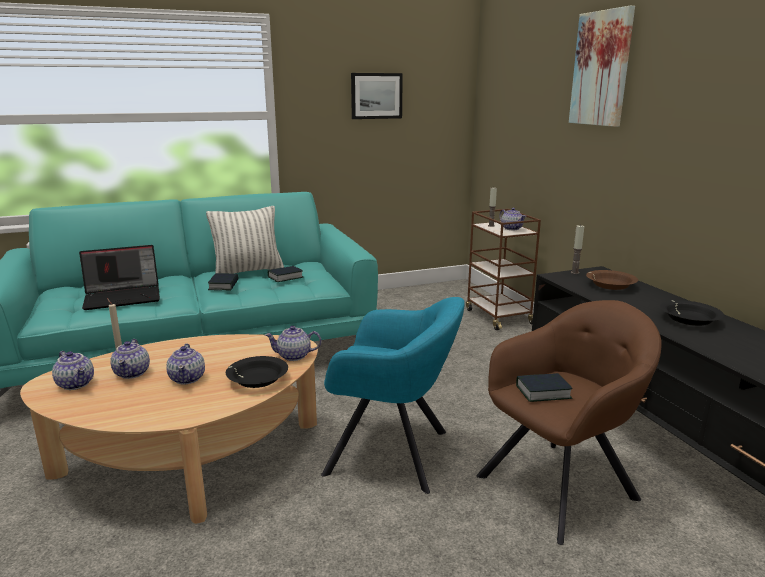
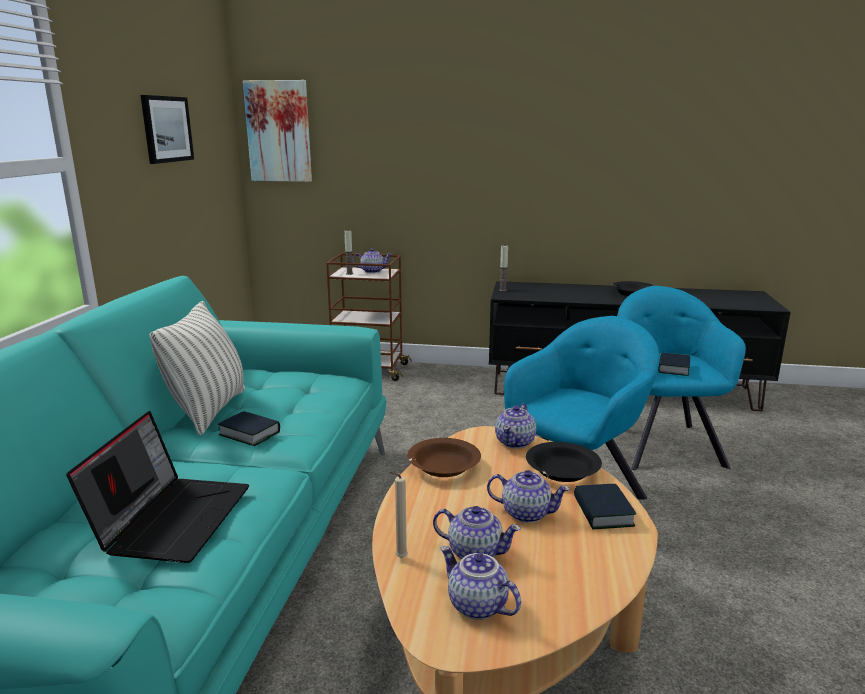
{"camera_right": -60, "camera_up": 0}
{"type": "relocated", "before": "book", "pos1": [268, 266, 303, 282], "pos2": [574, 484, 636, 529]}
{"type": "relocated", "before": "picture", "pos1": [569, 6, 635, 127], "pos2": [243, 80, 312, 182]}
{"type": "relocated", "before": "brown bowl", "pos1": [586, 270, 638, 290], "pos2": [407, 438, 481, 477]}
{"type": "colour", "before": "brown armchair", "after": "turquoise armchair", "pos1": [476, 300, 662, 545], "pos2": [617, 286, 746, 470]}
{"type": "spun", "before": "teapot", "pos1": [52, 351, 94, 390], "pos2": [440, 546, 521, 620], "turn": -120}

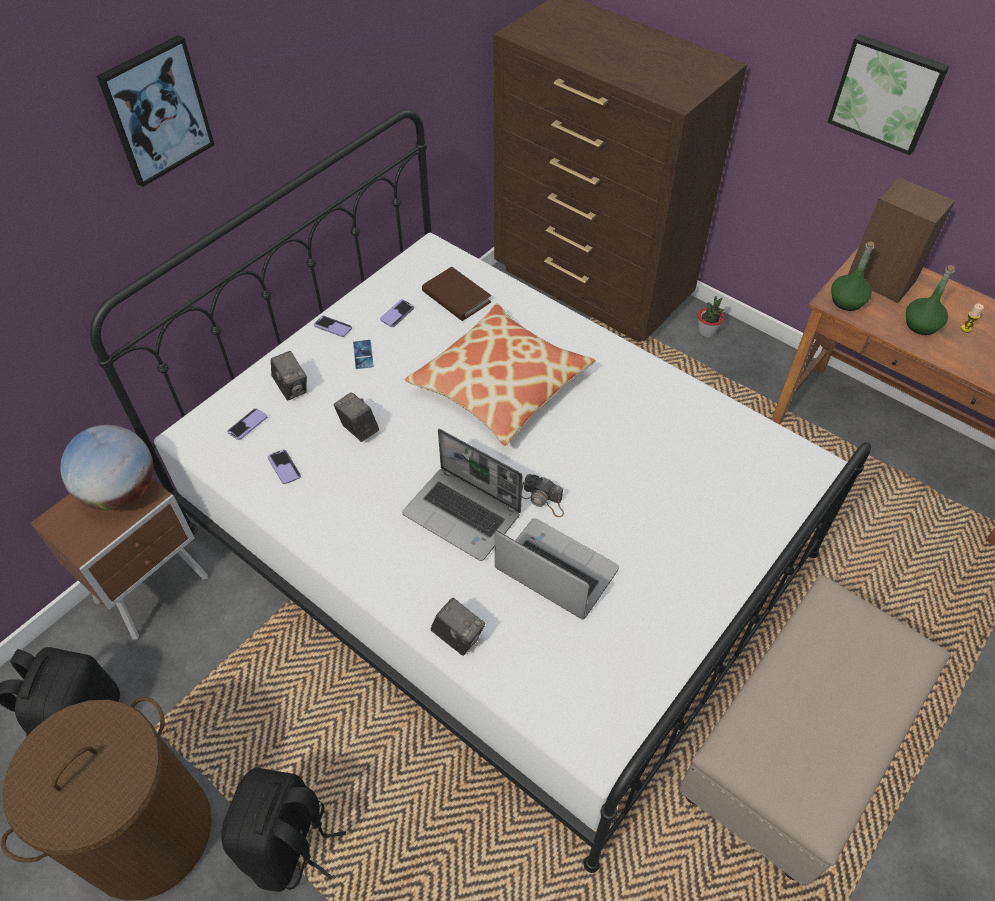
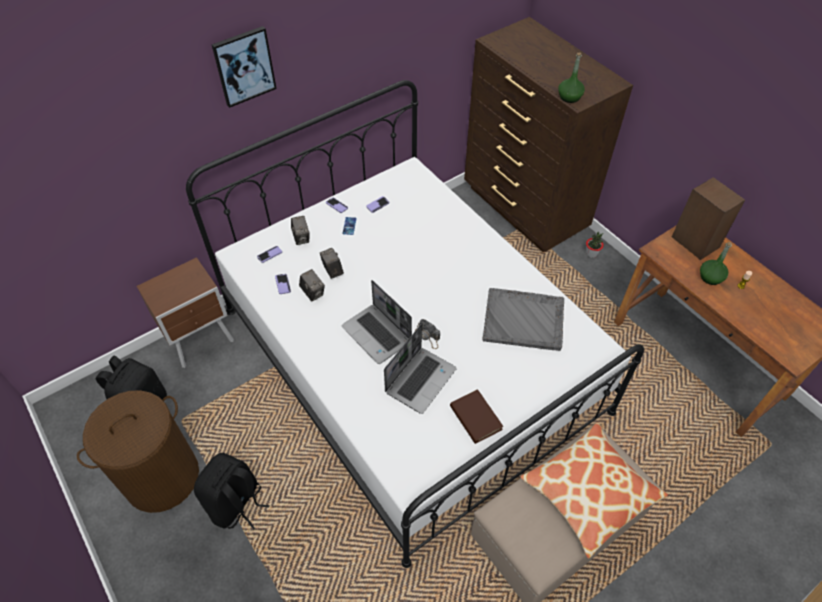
{"camera_right": 15, "camera_up": 0}
{"type": "missing", "before": "globe", "pos1": [60, 425, 153, 510]}
{"type": "missing", "before": "picture", "pos1": [827, 34, 949, 155]}
{"type": "appeared", "after": "grey tray", "pos2": [482, 288, 564, 351]}
{"type": "relocated", "before": "pillow", "pos1": [405, 304, 596, 446], "pos2": [520, 422, 668, 558]}
{"type": "relocated", "before": "brown book", "pos1": [422, 267, 491, 321], "pos2": [450, 389, 503, 444]}
{"type": "relocated", "before": "photo camera", "pos1": [431, 598, 485, 656], "pos2": [299, 269, 325, 301]}
{"type": "relocated", "before": "green bottle", "pos1": [831, 241, 875, 311], "pos2": [558, 52, 585, 103]}
{"type": "spun", "before": "laptop", "pos1": [495, 518, 619, 620], "pos2": [384, 324, 457, 414], "turn": 75}

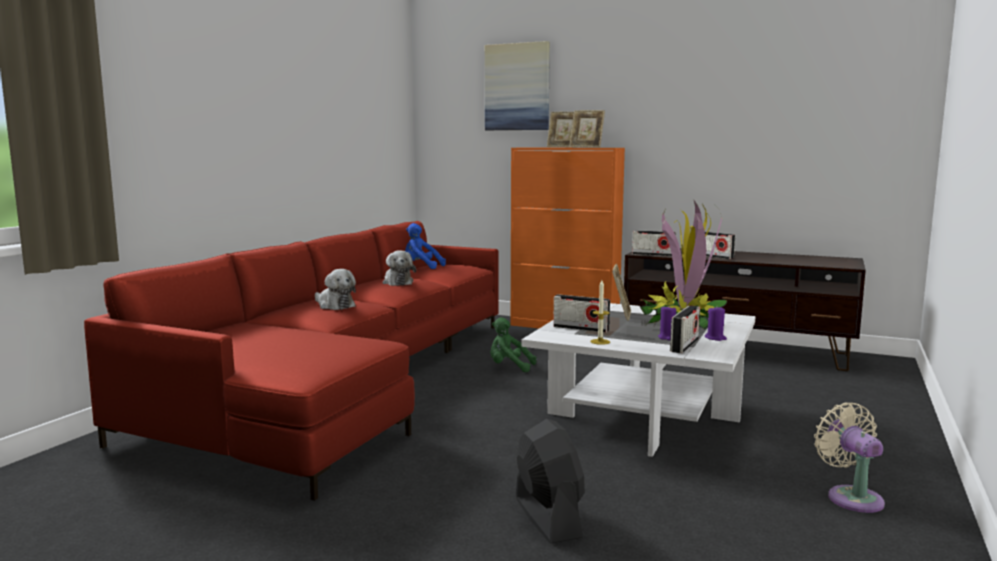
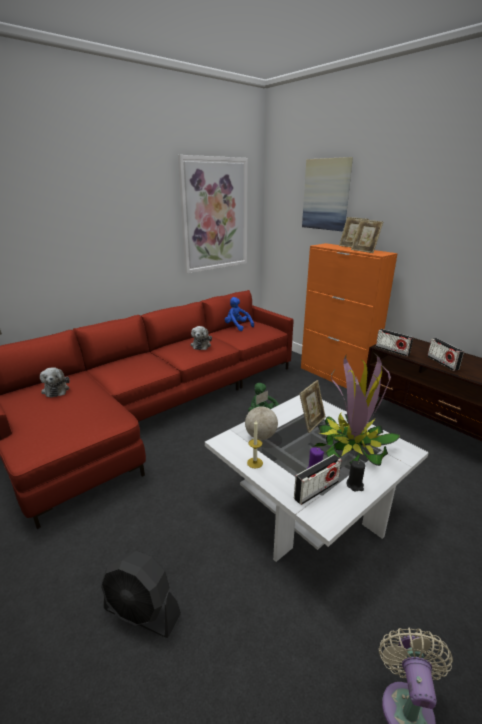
{"camera_right": 25, "camera_up": 15}
{"type": "appeared", "after": "picture", "pos2": [178, 155, 248, 274]}
{"type": "relocated", "before": "plush toy", "pos1": [315, 269, 356, 310], "pos2": [40, 367, 70, 398]}
{"type": "exchanged", "before": "radio", "after": "globe", "pos1": [553, 294, 610, 333], "pos2": [245, 391, 278, 440]}
{"type": "colour", "before": "purple candle", "after": "black candle", "pos1": [705, 307, 727, 341], "pos2": [347, 460, 365, 492]}
{"type": "spun", "before": "black fan", "pos1": [516, 419, 585, 543], "pos2": [101, 551, 181, 638], "turn": 105}

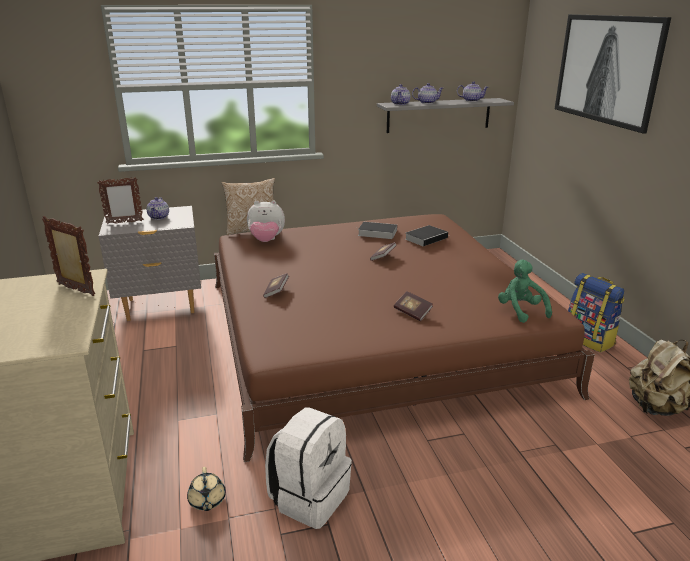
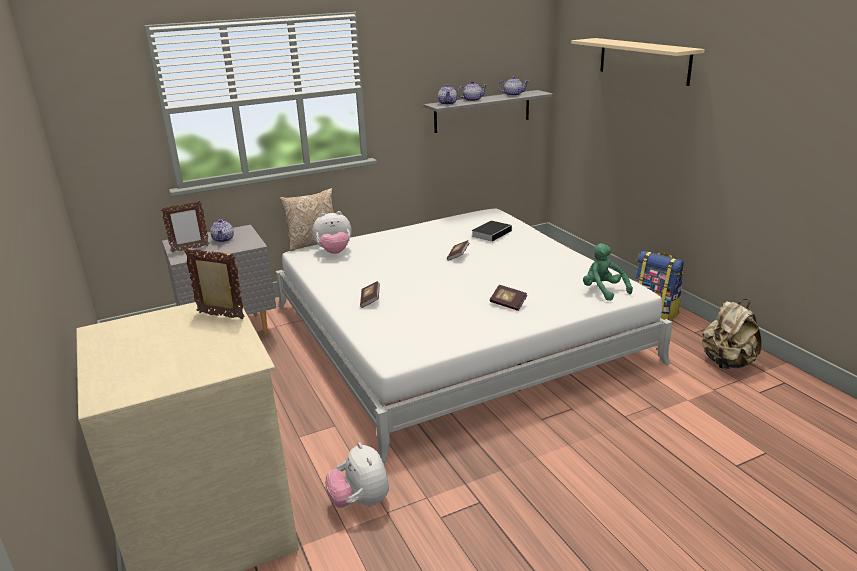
{"camera_right": -10, "camera_up": 0}
{"type": "missing", "before": "white backpack", "pos1": [265, 407, 352, 529]}
{"type": "missing", "before": "book", "pos1": [358, 222, 397, 239]}
{"type": "exchanged", "before": "beige teapot", "after": "plush toy", "pos1": [187, 467, 226, 511], "pos2": [326, 442, 389, 508]}
{"type": "exchanged", "before": "picture", "after": "beige shelf", "pos1": [555, 14, 671, 134], "pos2": [571, 38, 705, 86]}
{"type": "colour", "before": "brown bed", "after": "white bed", "pos1": [214, 214, 595, 462], "pos2": [276, 209, 673, 463]}

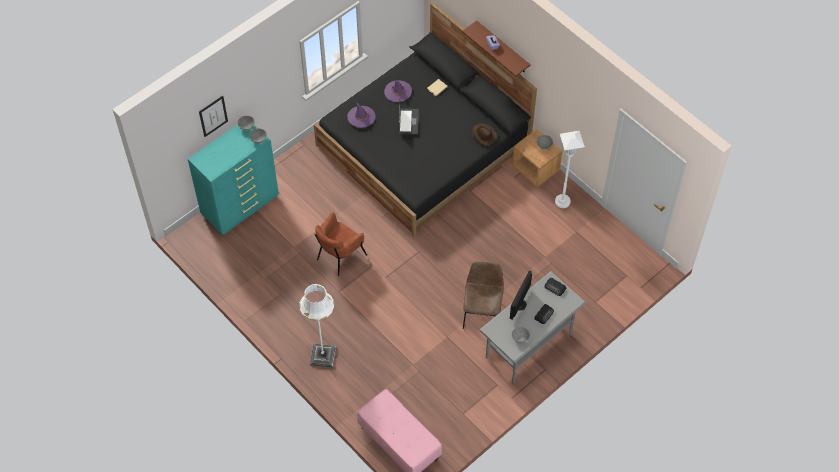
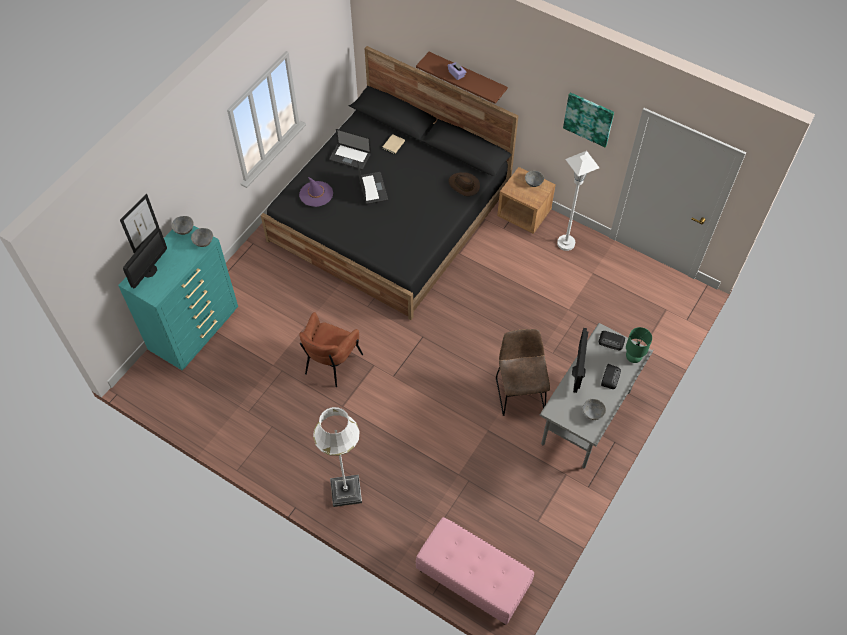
{"camera_right": -15, "camera_up": 0}
{"type": "appeared", "after": "monitor", "pos2": [123, 228, 167, 289]}
{"type": "appeared", "after": "picture", "pos2": [563, 92, 614, 147]}
{"type": "appeared", "after": "green table lamp", "pos2": [626, 327, 652, 363]}
{"type": "exchanged", "before": "purple hat", "after": "laptop", "pos1": [384, 80, 412, 102], "pos2": [329, 129, 371, 170]}

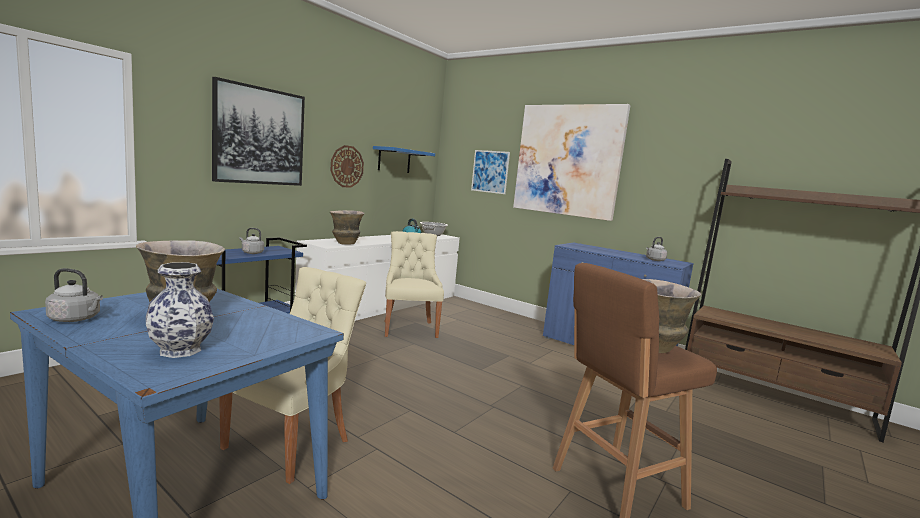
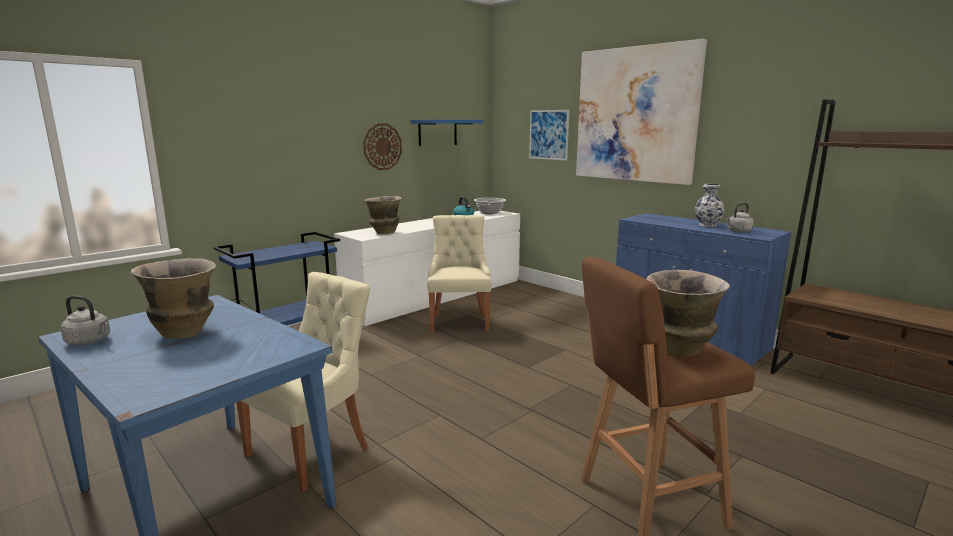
{"camera_right": 10, "camera_up": 5}
{"type": "missing", "before": "picture", "pos1": [212, 77, 305, 186]}
{"type": "missing", "before": "grey kettle", "pos1": [239, 228, 264, 254]}
{"type": "relocated", "before": "vase", "pos1": [146, 262, 214, 358], "pos2": [695, 184, 724, 227]}

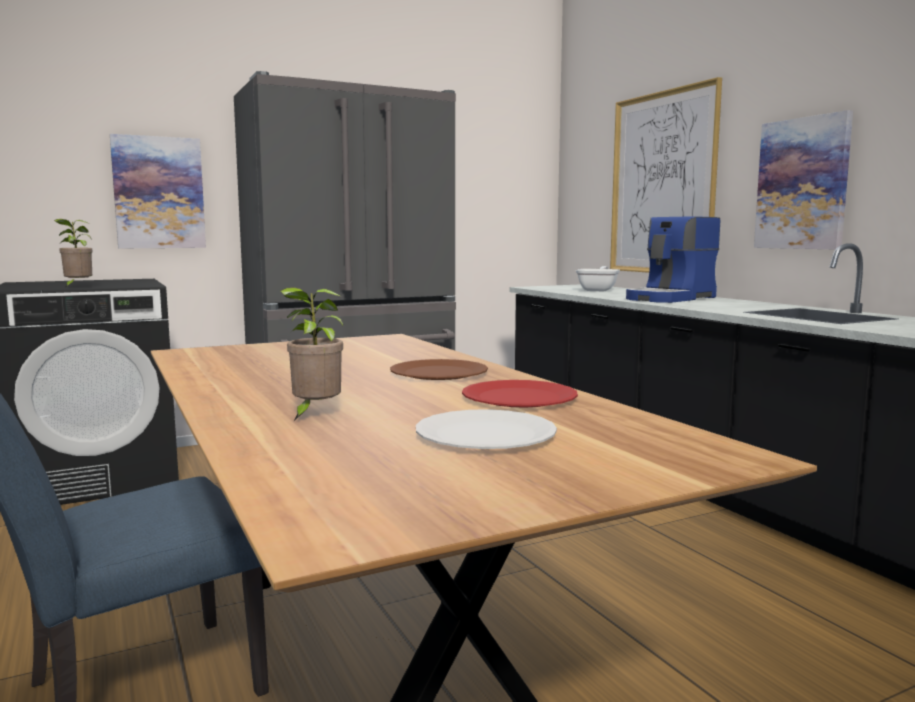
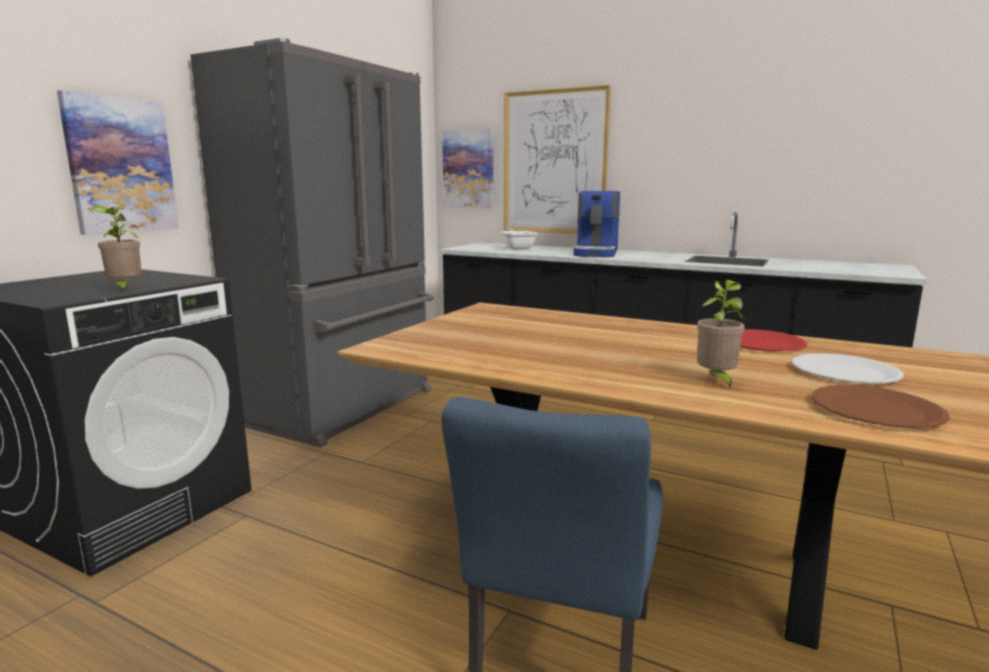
{"camera_right": -35, "camera_up": 5}
{"type": "relocated", "before": "brown plate", "pos1": [390, 359, 488, 380], "pos2": [812, 385, 950, 428]}
{"type": "relocated", "before": "picture", "pos1": [754, 110, 853, 250], "pos2": [442, 130, 493, 208]}

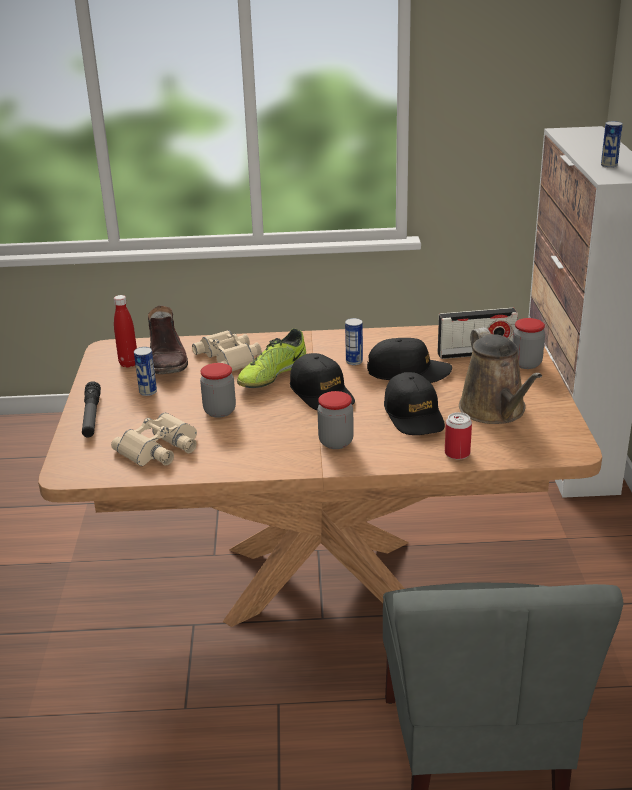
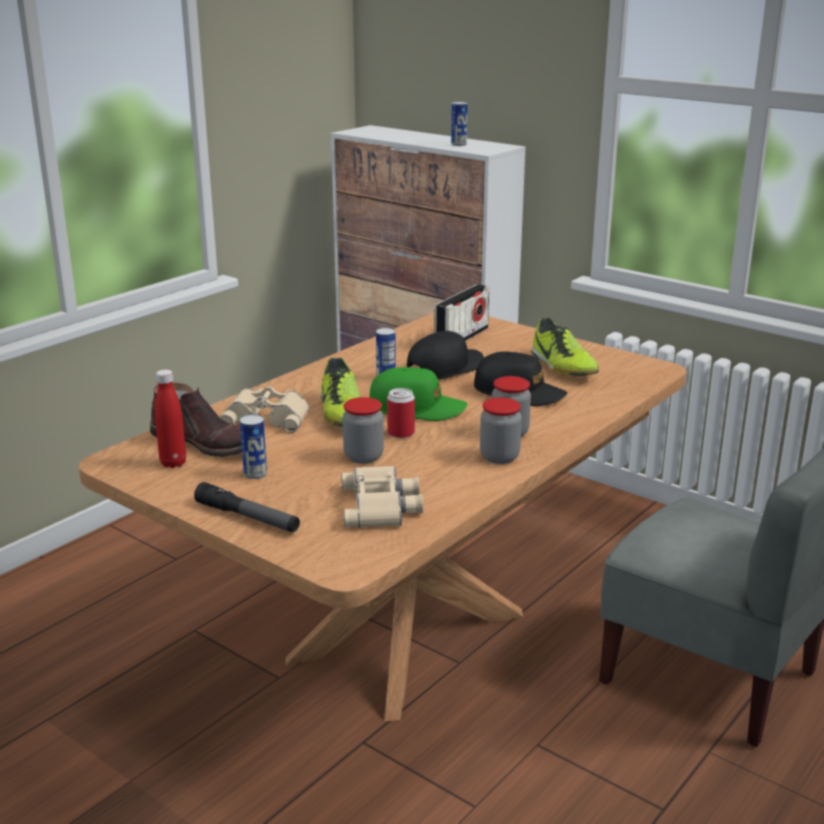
{"camera_right": -50, "camera_up": -5}
{"type": "relocated", "before": "can", "pos1": [445, 412, 472, 459], "pos2": [387, 388, 415, 438]}
{"type": "relocated", "before": "jar", "pos1": [512, 318, 545, 369], "pos2": [480, 397, 522, 464]}
{"type": "exchanged", "before": "brown watering can", "after": "shoe", "pos1": [459, 327, 542, 424], "pos2": [531, 318, 599, 376]}
{"type": "colour", "before": "black cap", "after": "green cap", "pos1": [290, 353, 355, 410], "pos2": [369, 367, 467, 421]}

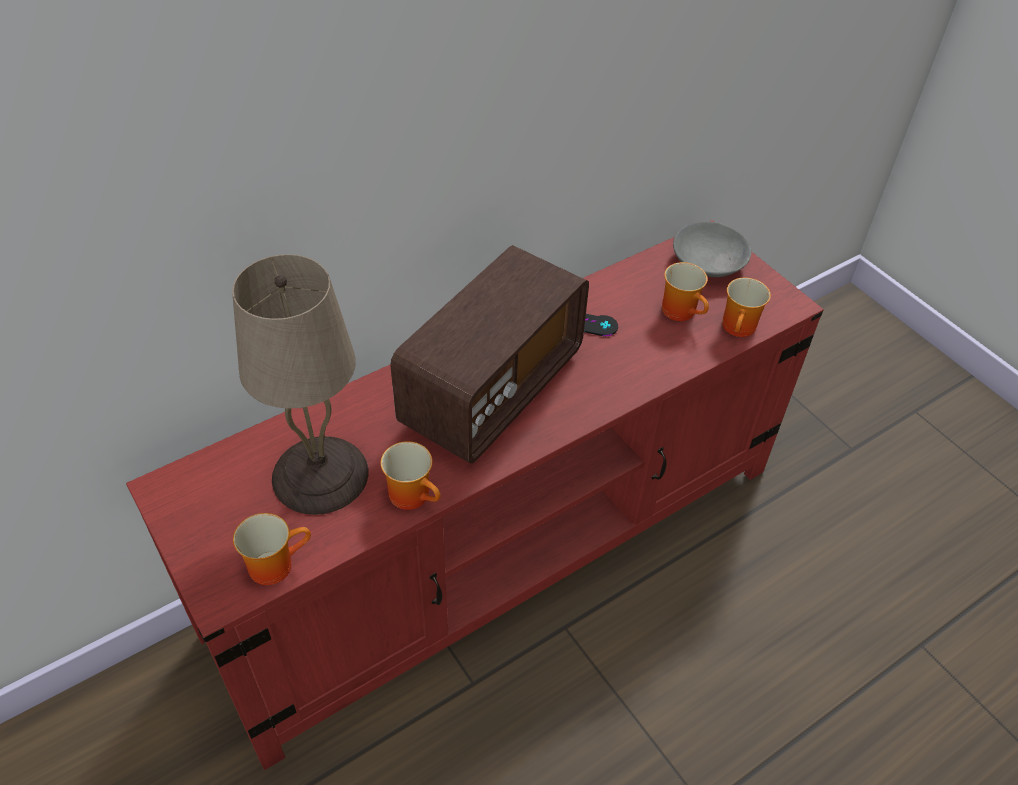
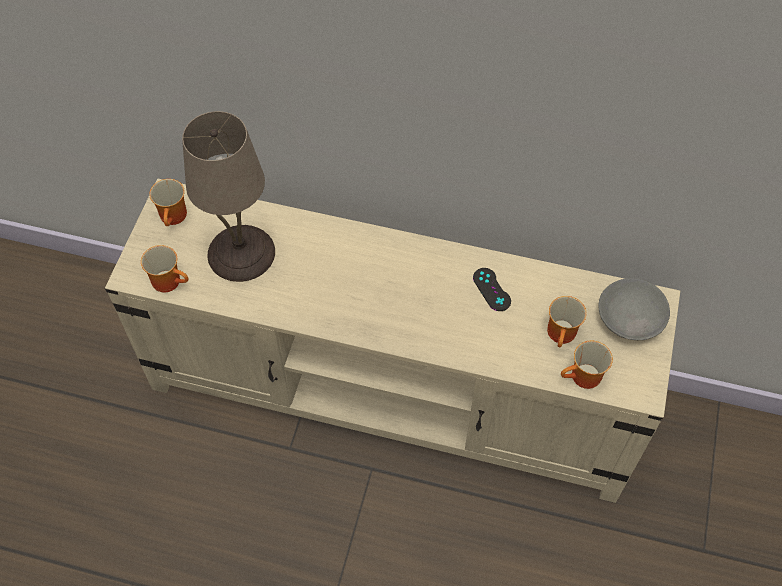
{"camera_right": 50, "camera_up": 10}
{"type": "missing", "before": "radio", "pos1": [390, 245, 589, 463]}
{"type": "relocated", "before": "mug", "pos1": [381, 441, 441, 510], "pos2": [149, 179, 187, 226]}
{"type": "colour", "before": "red tv stand", "after": "beige tv stand", "pos1": [126, 220, 824, 770], "pos2": [105, 178, 680, 503]}

